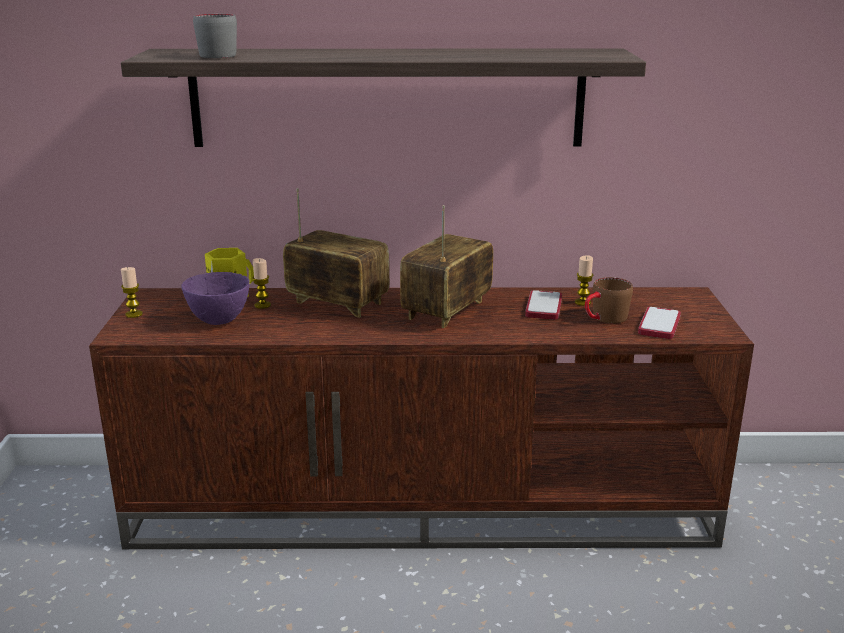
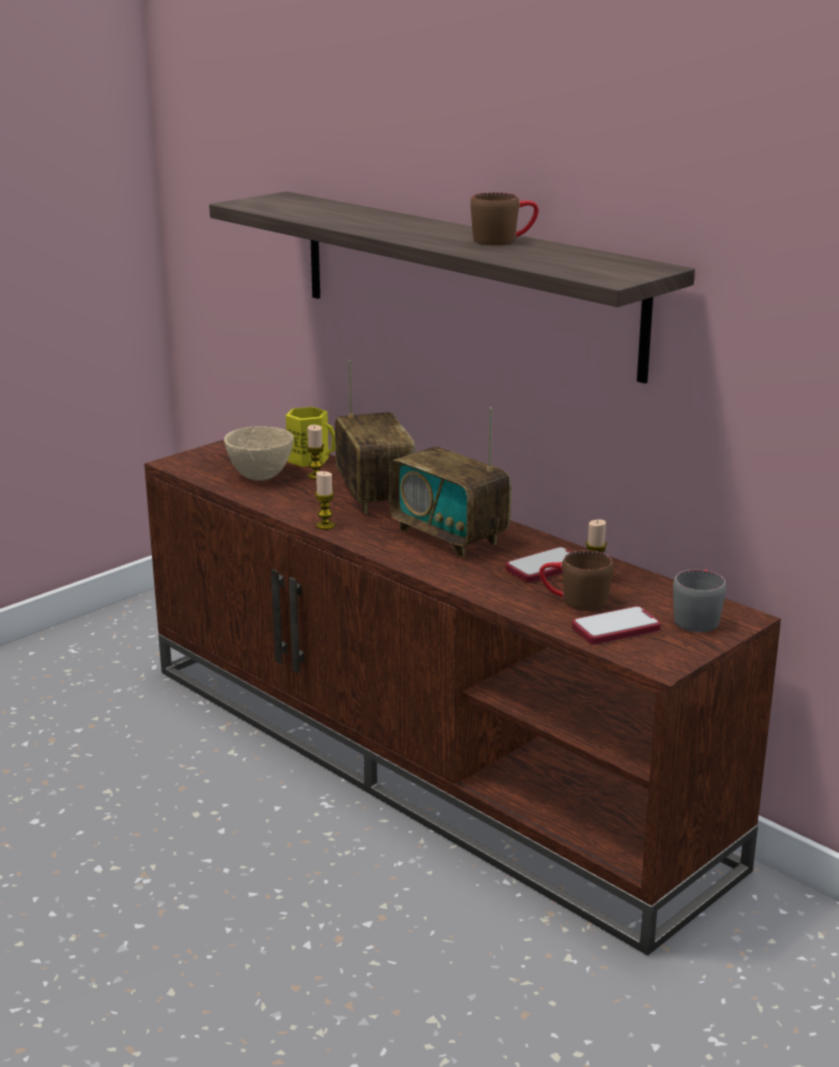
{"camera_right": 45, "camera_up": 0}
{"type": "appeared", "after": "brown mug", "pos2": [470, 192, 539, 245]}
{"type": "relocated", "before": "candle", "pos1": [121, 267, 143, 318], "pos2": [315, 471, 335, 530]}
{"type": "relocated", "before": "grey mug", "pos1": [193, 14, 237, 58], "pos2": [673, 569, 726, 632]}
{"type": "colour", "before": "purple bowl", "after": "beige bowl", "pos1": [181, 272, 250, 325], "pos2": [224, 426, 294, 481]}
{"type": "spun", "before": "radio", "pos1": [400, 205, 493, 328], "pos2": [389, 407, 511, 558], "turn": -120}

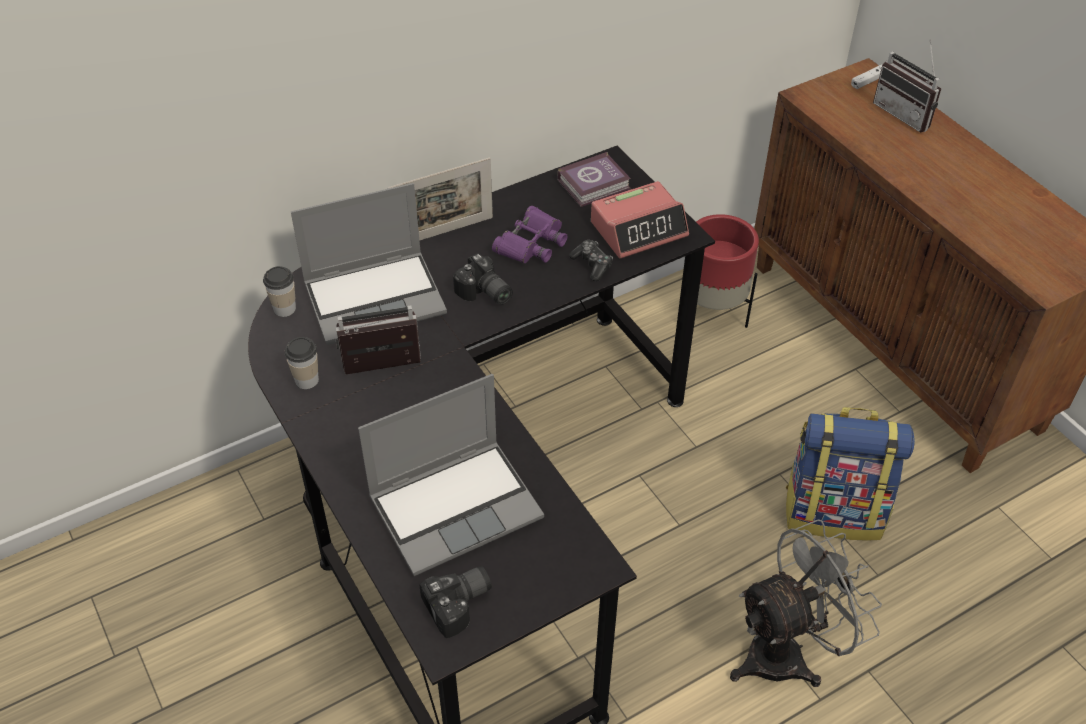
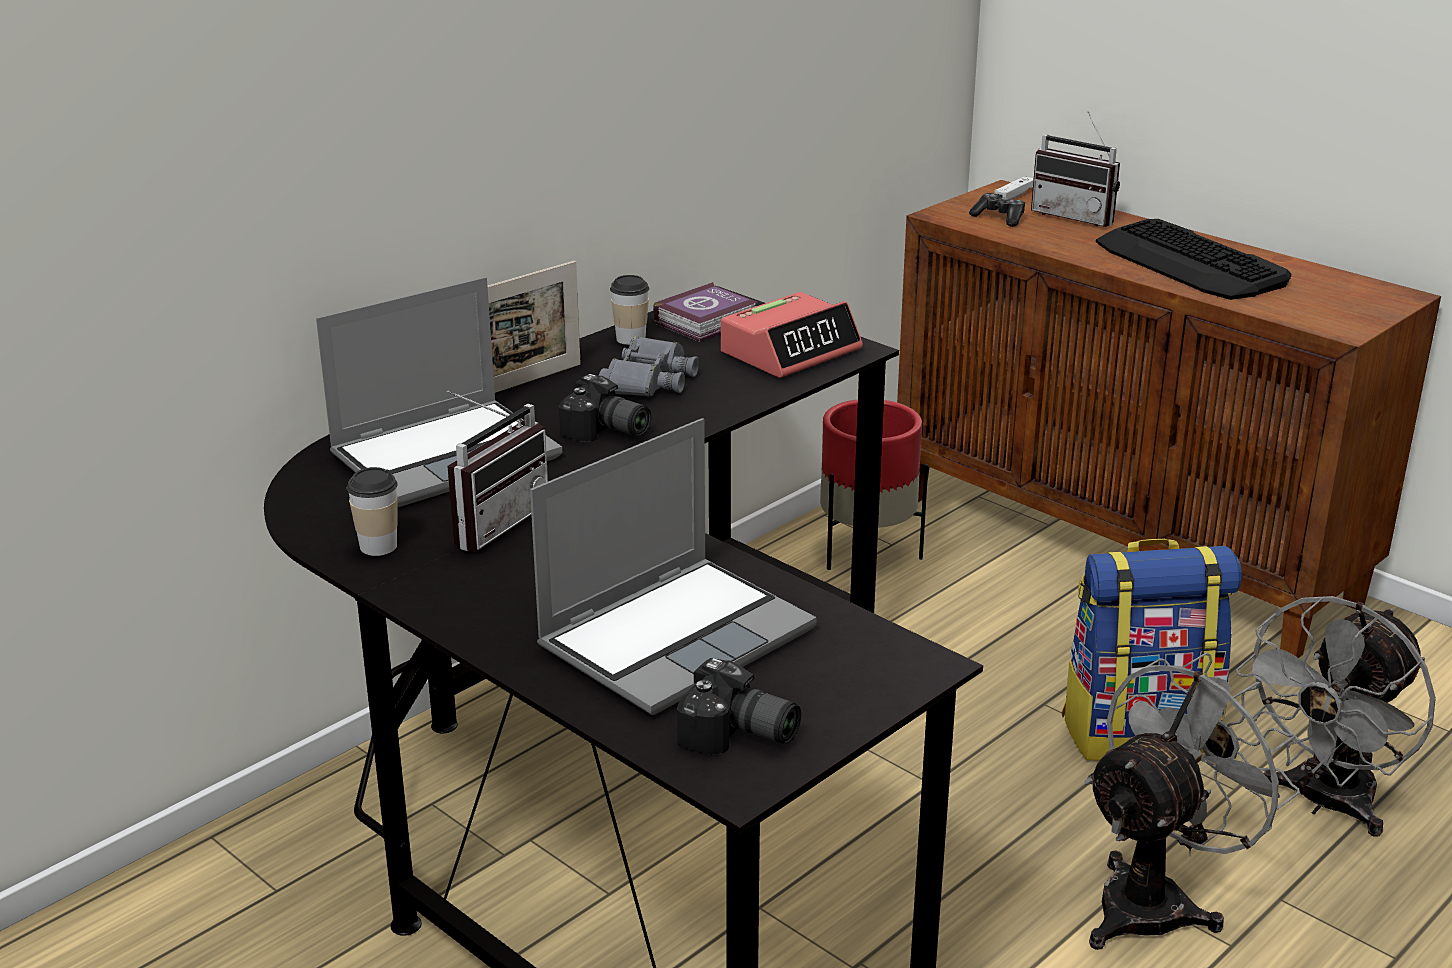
{"camera_right": -15, "camera_up": -20}
{"type": "appeared", "after": "keyboard", "pos2": [1096, 219, 1291, 300]}
{"type": "appeared", "after": "grey fan", "pos2": [1236, 596, 1436, 837]}
{"type": "relocated", "before": "cup", "pos1": [263, 266, 296, 317], "pos2": [610, 275, 649, 345]}
{"type": "relocated", "before": "game controller", "pos1": [569, 240, 613, 281], "pos2": [969, 193, 1025, 227]}
{"type": "colour", "before": "purple binoculars", "after": "grey binoculars", "pos1": [492, 206, 567, 264], "pos2": [599, 336, 699, 397]}
{"type": "spun", "before": "radio", "pos1": [336, 306, 421, 374], "pos2": [447, 390, 548, 551], "turn": 150}
{"type": "spun", "before": "photo camera", "pos1": [419, 566, 492, 638], "pos2": [677, 658, 801, 755], "turn": 75}

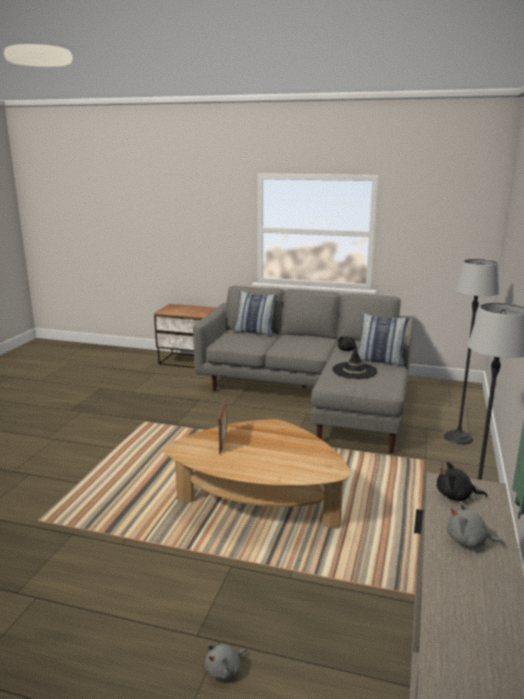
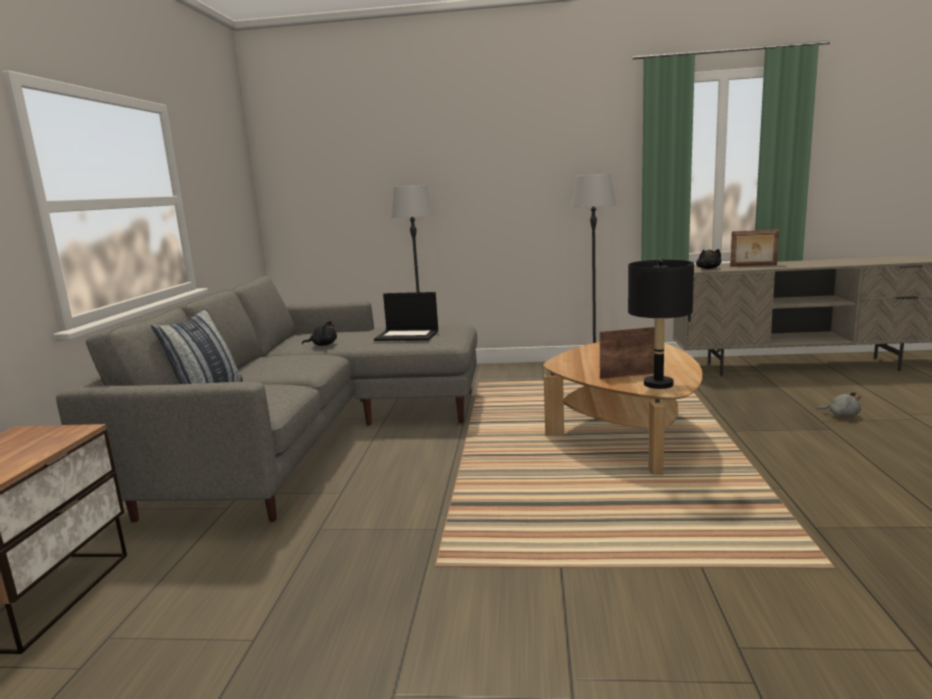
{"camera_right": -100, "camera_up": -5}
{"type": "missing", "before": "pillow", "pos1": [358, 312, 410, 366]}
{"type": "appeared", "after": "black table lamp", "pos2": [628, 259, 694, 389]}
{"type": "exchanged", "before": "black hat", "after": "laptop", "pos1": [332, 346, 378, 379], "pos2": [374, 292, 438, 341]}
{"type": "exchanged", "before": "grey plush toy", "after": "picture frame", "pos1": [447, 502, 505, 549], "pos2": [730, 229, 779, 267]}

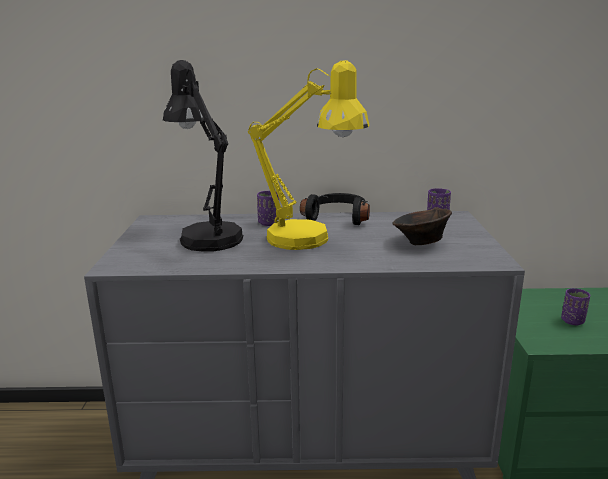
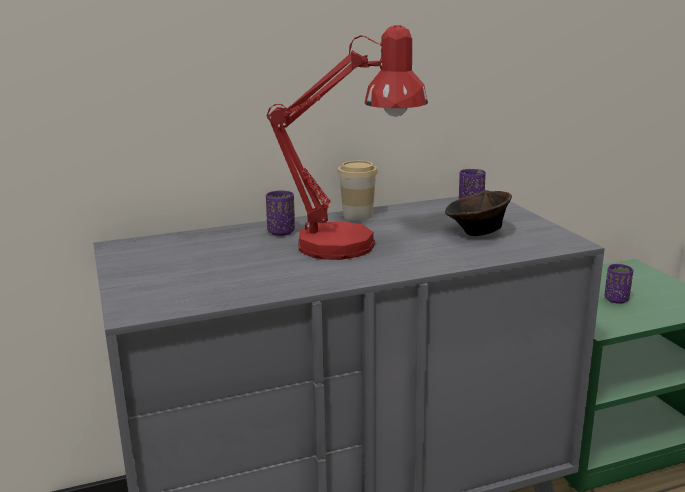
{"camera_right": -20, "camera_up": 0}
{"type": "missing", "before": "black table lamp", "pos1": [163, 60, 243, 252]}
{"type": "exchanged", "before": "black headphones", "after": "cup", "pos1": [300, 193, 370, 225], "pos2": [337, 161, 378, 221]}
{"type": "colour", "before": "yellow table lamp", "after": "red table lamp", "pos1": [248, 60, 370, 250], "pos2": [267, 25, 428, 260]}

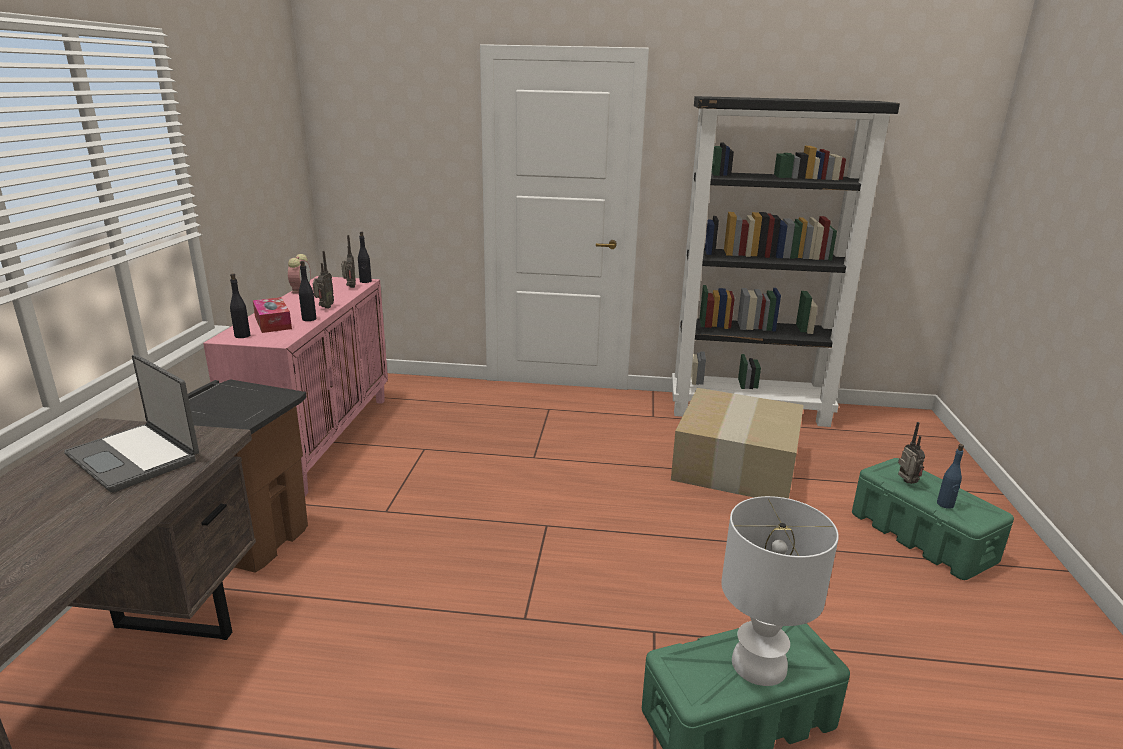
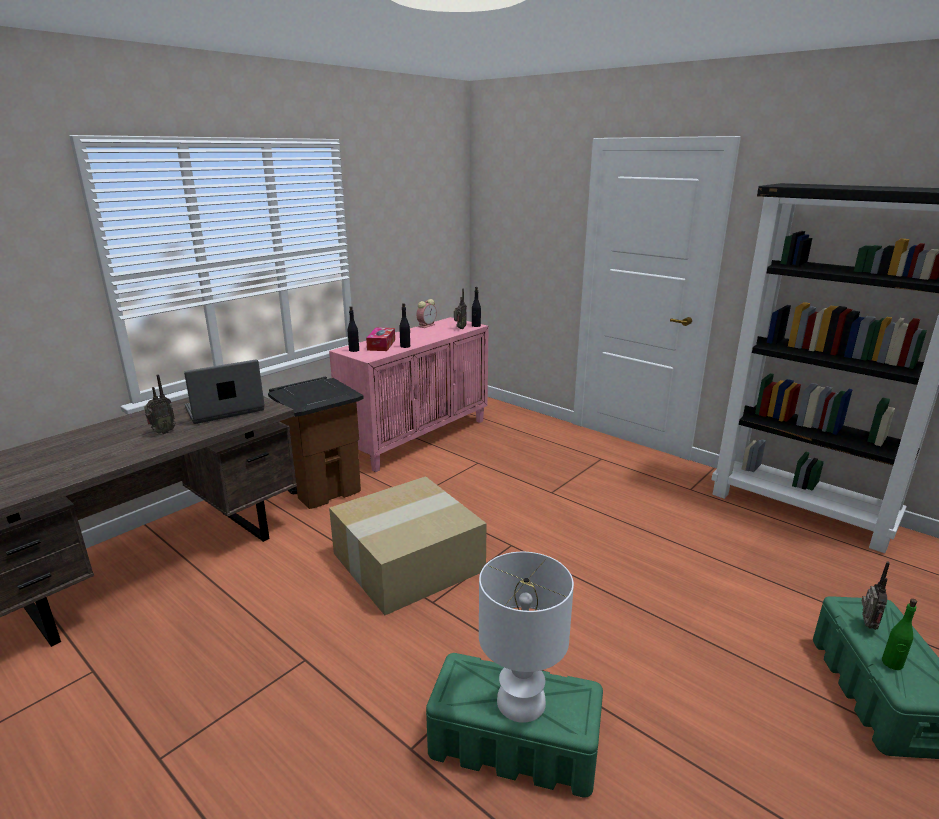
{"camera_right": 35, "camera_up": 0}
{"type": "relocated", "before": "radio", "pos1": [313, 251, 334, 308], "pos2": [144, 374, 176, 434]}
{"type": "relocated", "before": "cardboard box", "pos1": [671, 388, 804, 499], "pos2": [329, 476, 487, 615]}
{"type": "colour", "before": "blue bottle", "after": "green bottle", "pos1": [937, 444, 964, 509], "pos2": [882, 599, 917, 670]}
{"type": "spun", "before": "laptop", "pos1": [64, 354, 199, 493], "pos2": [184, 360, 265, 424], "turn": 75}

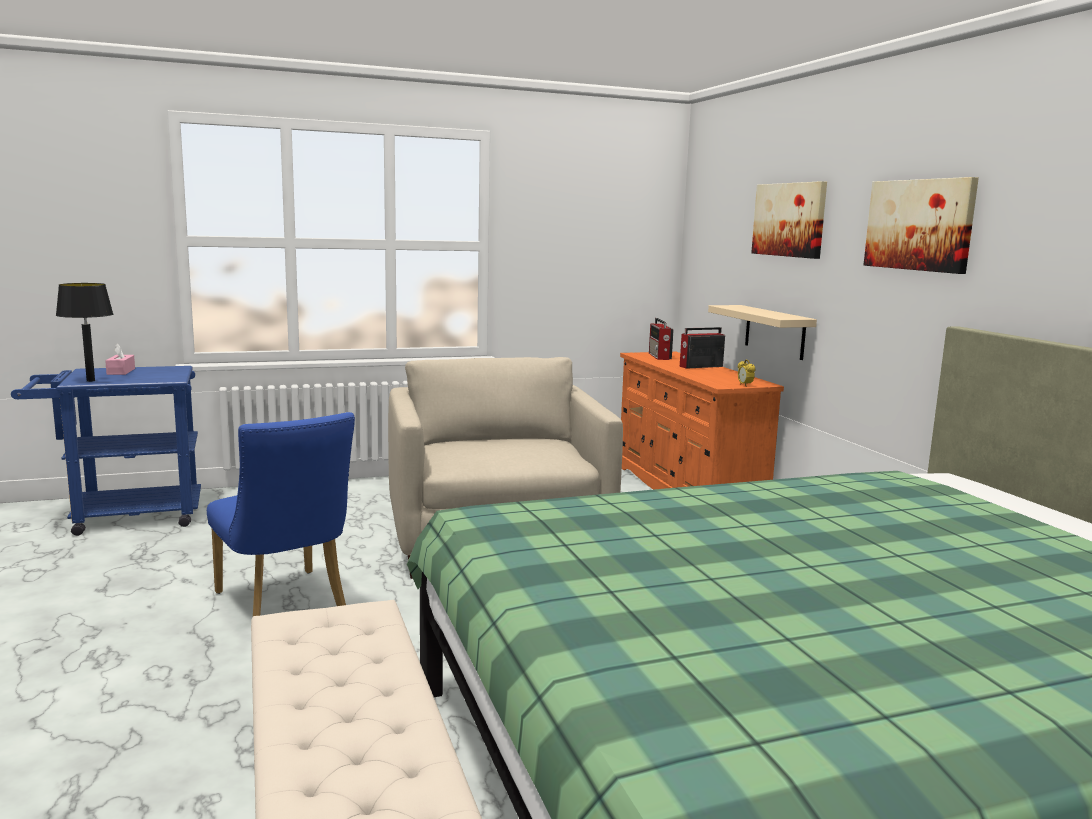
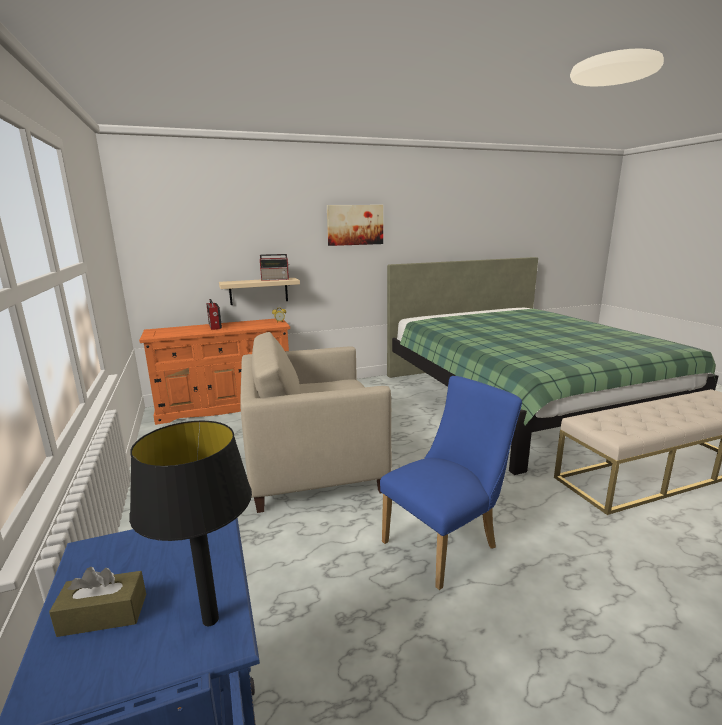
{"camera_right": -90, "camera_up": 5}
{"type": "missing", "before": "picture", "pos1": [751, 181, 827, 259]}
{"type": "relocated", "before": "radio", "pos1": [649, 318, 674, 360], "pos2": [260, 254, 289, 281]}
{"type": "colour", "before": "pink tissue box", "after": "brown tissue box", "pos1": [105, 343, 135, 375], "pos2": [49, 567, 146, 637]}

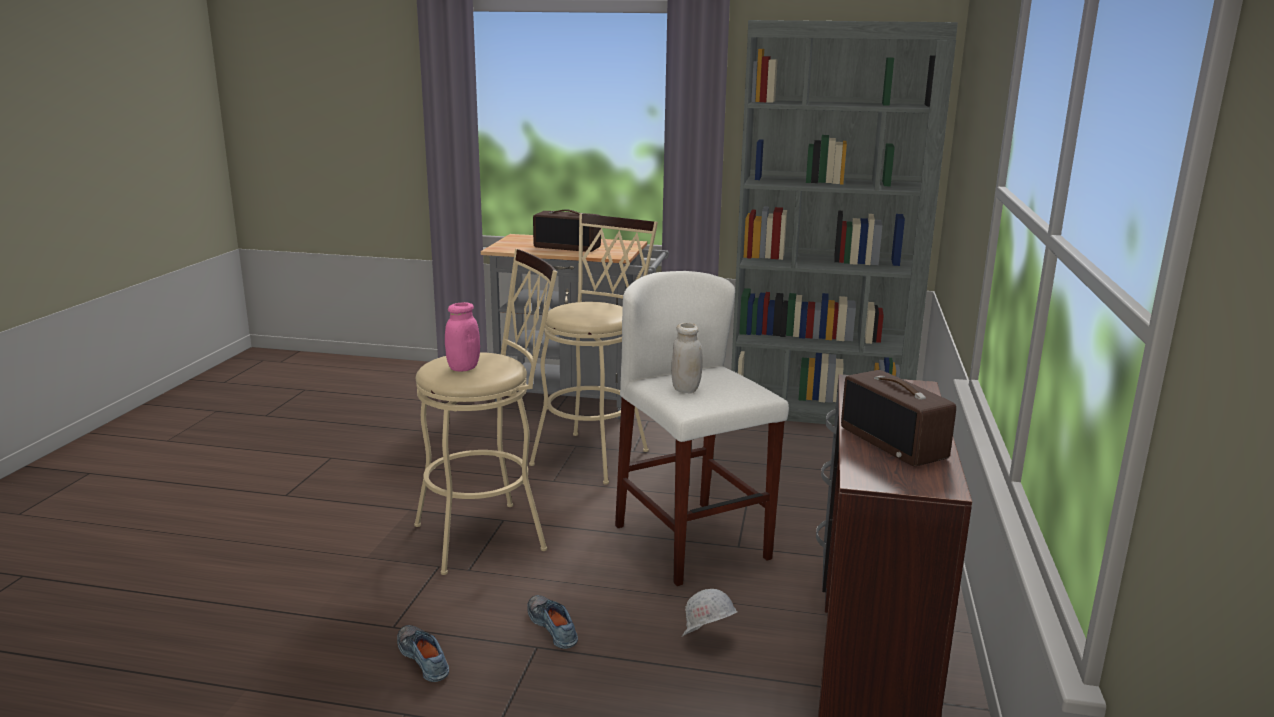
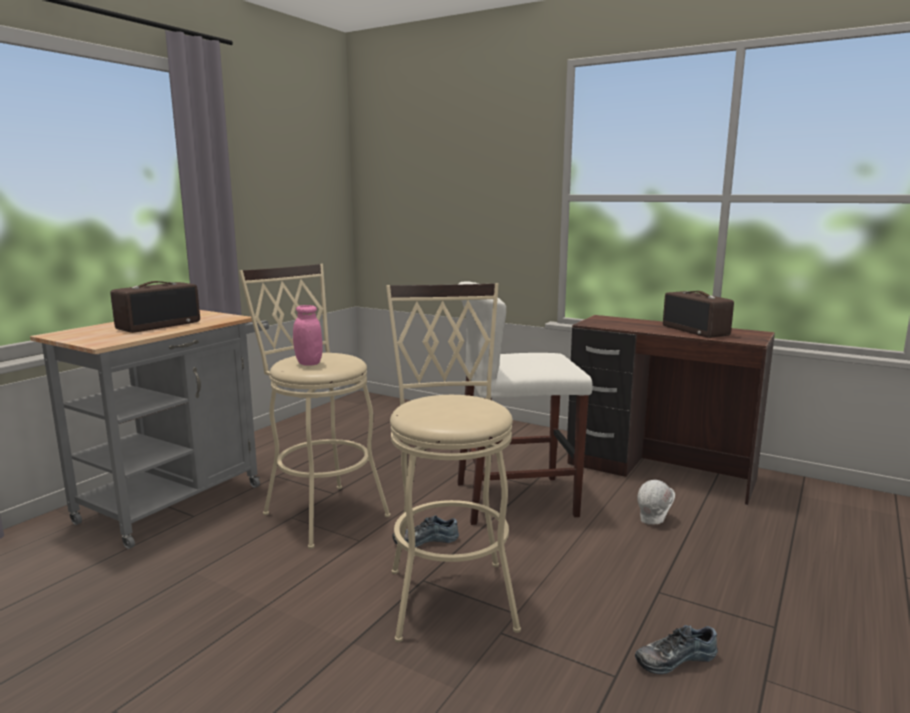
{"camera_right": -70, "camera_up": -5}
{"type": "missing", "before": "white jar", "pos1": [671, 323, 703, 393]}
{"type": "missing", "before": "grey bookcase", "pos1": [731, 20, 958, 425]}
{"type": "relocated", "before": "pink jar", "pos1": [445, 302, 480, 371], "pos2": [293, 305, 323, 366]}
{"type": "relocated", "before": "shoe", "pos1": [527, 595, 578, 649], "pos2": [392, 515, 459, 547]}
{"type": "spun", "before": "radio", "pos1": [841, 370, 956, 466], "pos2": [663, 291, 734, 338], "turn": 75}

